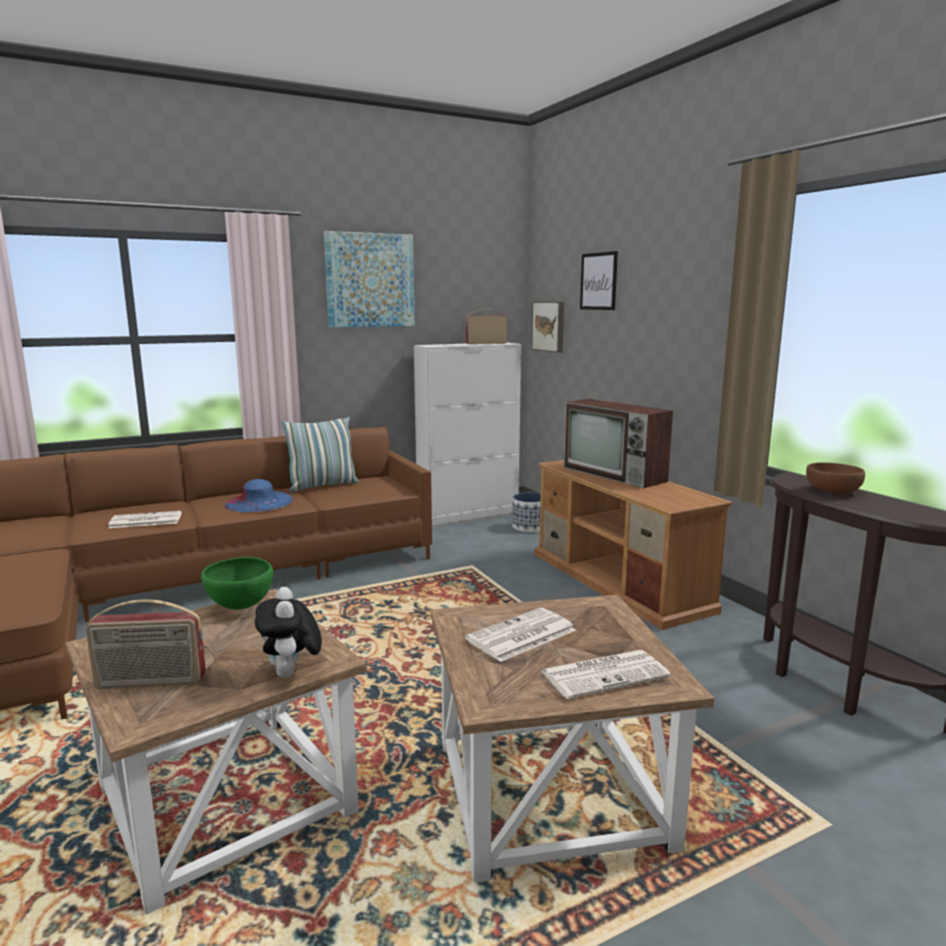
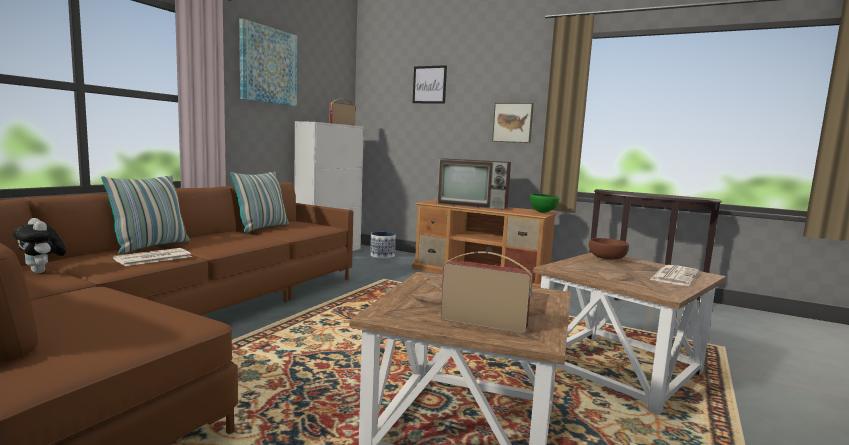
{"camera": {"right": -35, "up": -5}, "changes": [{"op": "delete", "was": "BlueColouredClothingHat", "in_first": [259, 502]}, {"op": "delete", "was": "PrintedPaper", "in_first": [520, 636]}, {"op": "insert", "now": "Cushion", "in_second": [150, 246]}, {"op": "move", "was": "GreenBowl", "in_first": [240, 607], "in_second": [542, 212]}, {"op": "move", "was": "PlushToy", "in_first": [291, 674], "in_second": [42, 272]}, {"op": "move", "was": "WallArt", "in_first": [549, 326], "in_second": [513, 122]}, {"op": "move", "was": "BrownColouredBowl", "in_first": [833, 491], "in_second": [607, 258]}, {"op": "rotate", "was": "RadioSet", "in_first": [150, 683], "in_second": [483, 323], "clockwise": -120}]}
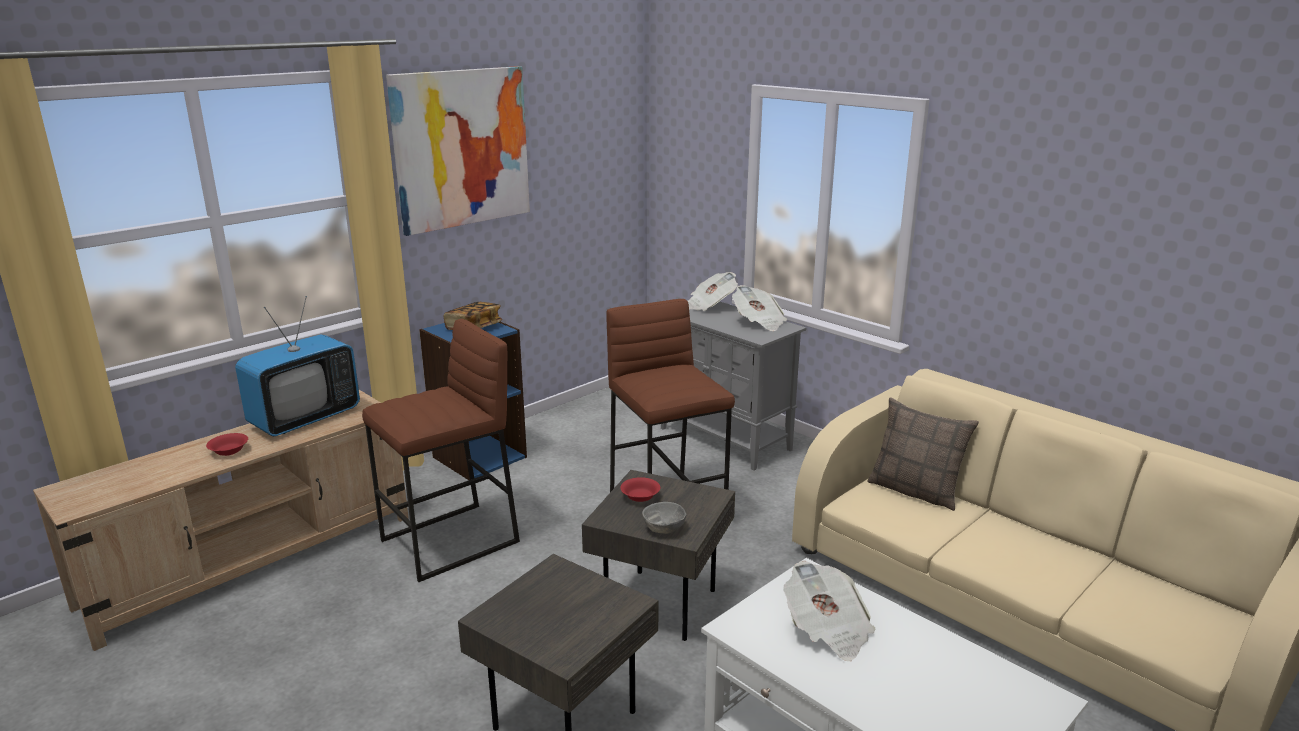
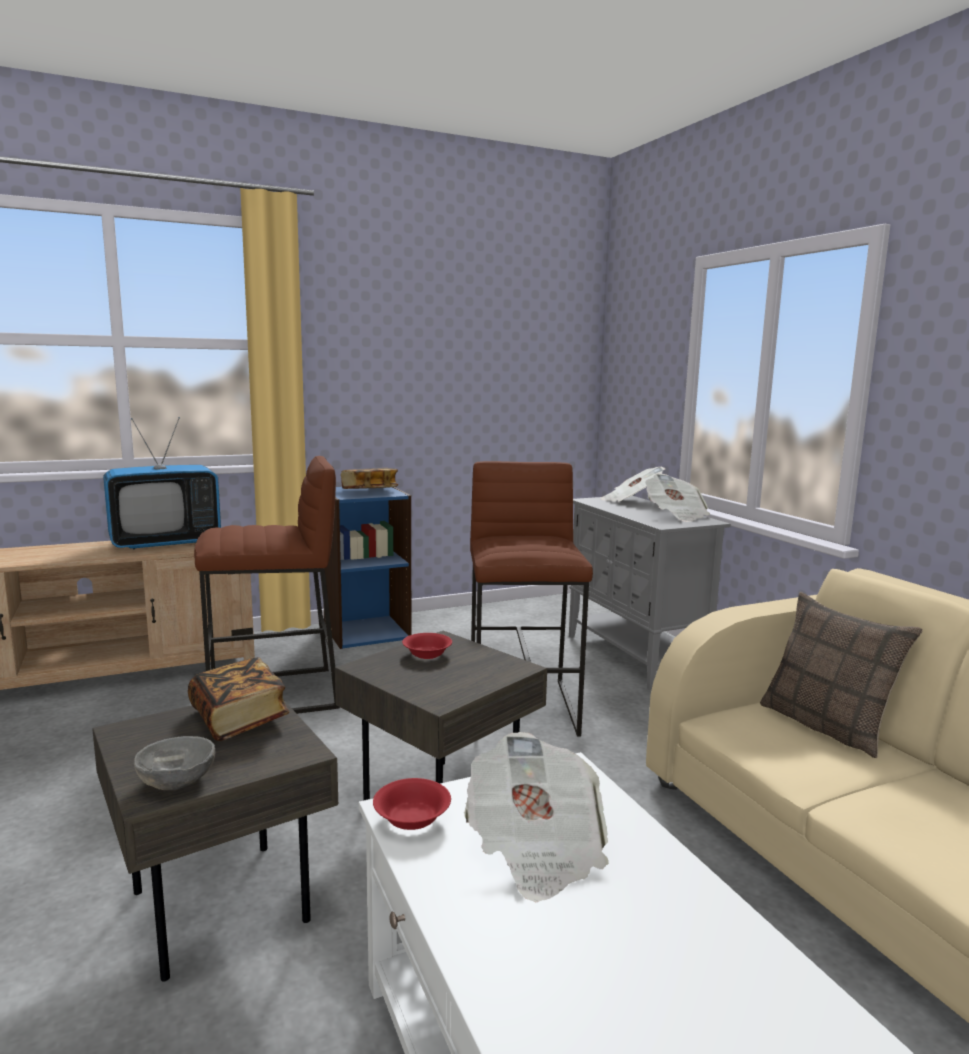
{"camera": {"right": 20, "up": -10}, "changes": [{"op": "delete", "was": "WallArt", "in_first": [462, 148]}, {"op": "insert", "now": "Volume", "in_second": [239, 718]}, {"op": "move", "was": "ReddishBowl", "in_first": [229, 451], "in_second": [413, 819]}, {"op": "move", "was": "GreyBowl", "in_first": [664, 528], "in_second": [177, 781]}]}
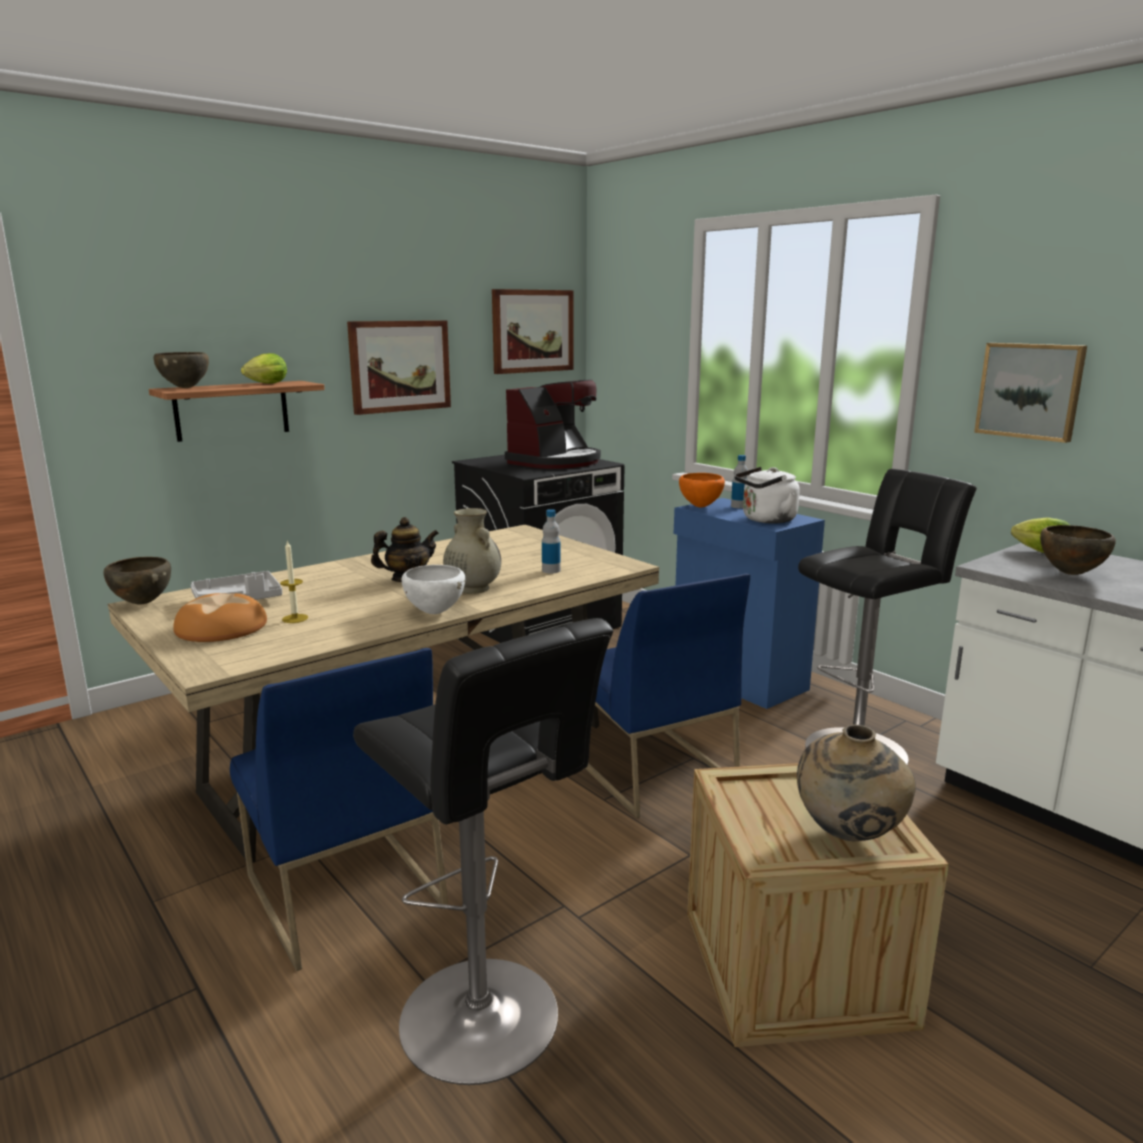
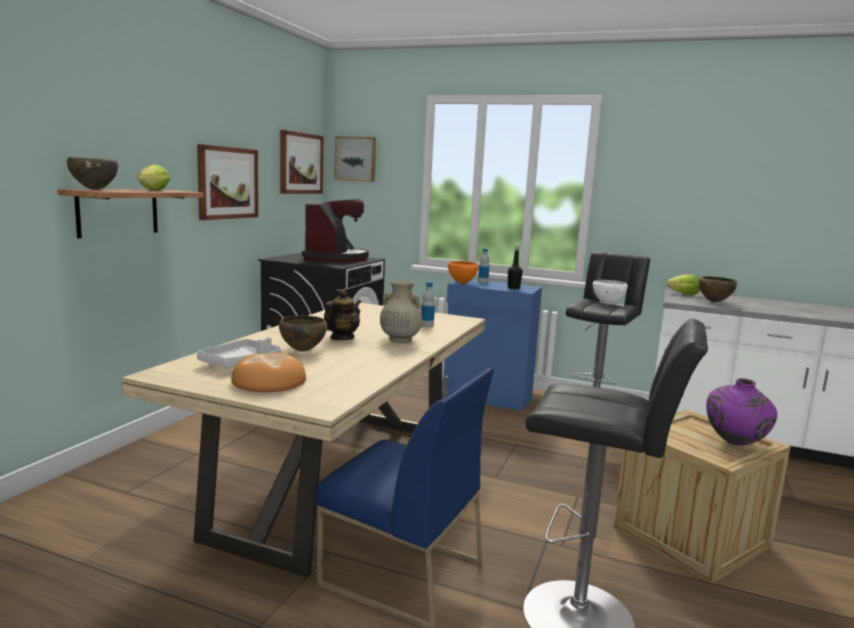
{"camera": {"right": -30, "up": -5}, "changes": [{"op": "delete", "was": "WaxCandle", "in_first": [295, 618]}, {"op": "delete", "was": "BlueColouredPlainChair", "in_first": [651, 770]}, {"op": "move", "was": "BrownColouredBowl", "in_first": [142, 603], "in_second": [302, 351]}, {"op": "move", "was": "WhiteBowl", "in_first": [434, 613], "in_second": [607, 304]}, {"op": "move", "was": "WallArt", "in_first": [1030, 391], "in_second": [356, 159]}, {"op": "replace", "was": "WhiteTeaKettle", "now": "BlackishBeverageBottle", "in_first": [766, 520], "in_second": [513, 288]}, {"op": "recolor", "was": "BeigeVase", "now": "PurpleVase", "in_first": [849, 836], "in_second": [735, 444]}]}
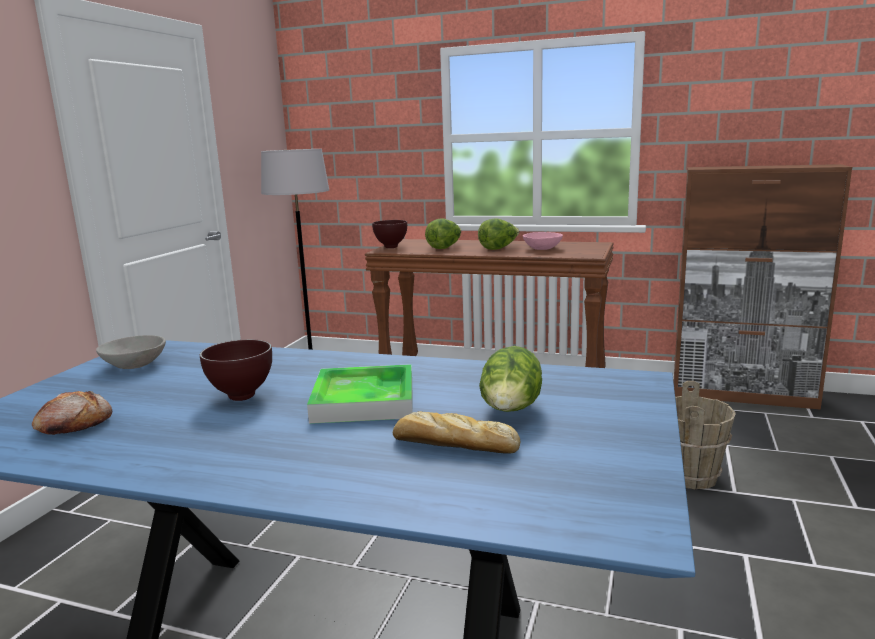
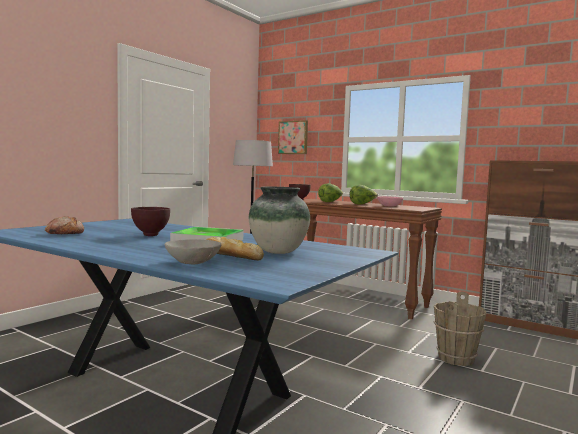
{"camera": {"right": 15, "up": -10}, "changes": [{"op": "insert", "now": "WallArt", "in_second": [293, 137]}, {"op": "move", "was": "GreyBowl", "in_first": [134, 365], "in_second": [192, 262]}, {"op": "replace", "was": "HeadOfLettuce", "now": "Vase", "in_first": [511, 412], "in_second": [279, 252]}]}
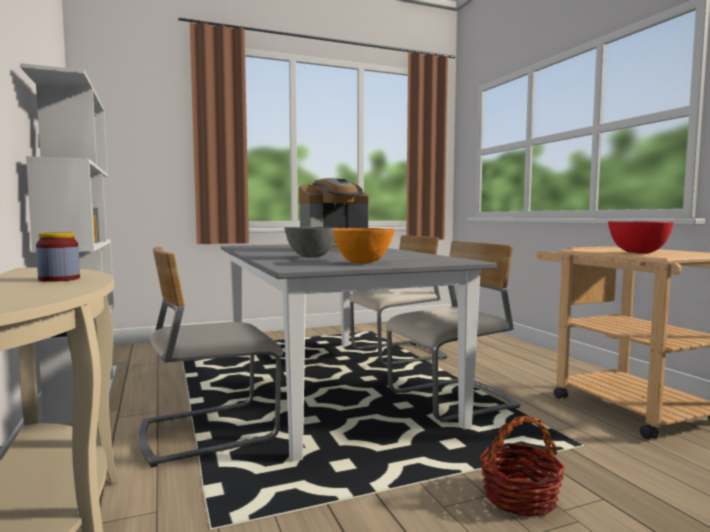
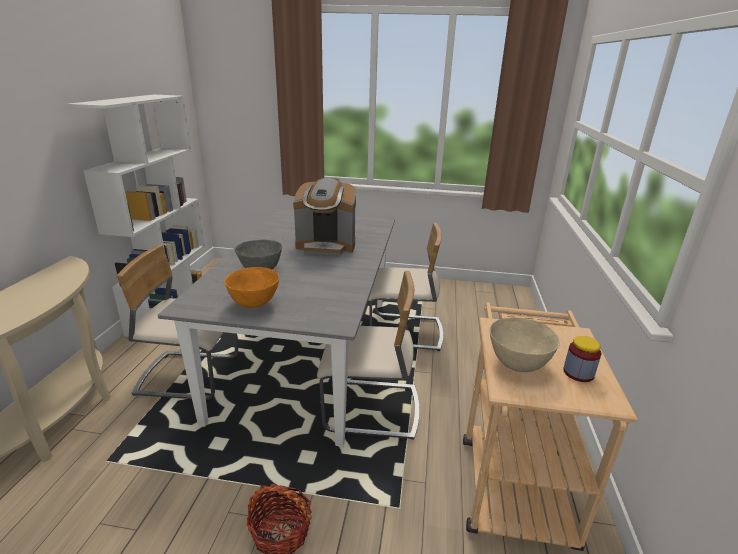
{"camera": {"right": 30, "up": 20}, "changes": [{"op": "move", "was": "Jar", "in_first": [59, 279], "in_second": [578, 373]}, {"op": "recolor", "was": "ReddishBowl", "now": "BeigeBowl", "in_first": [639, 253], "in_second": [518, 364]}]}
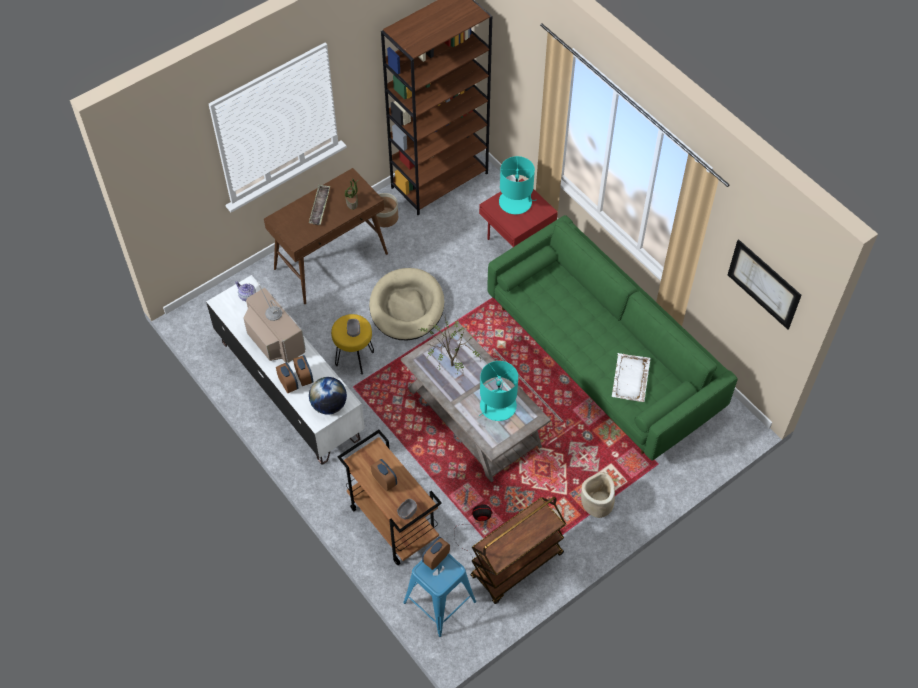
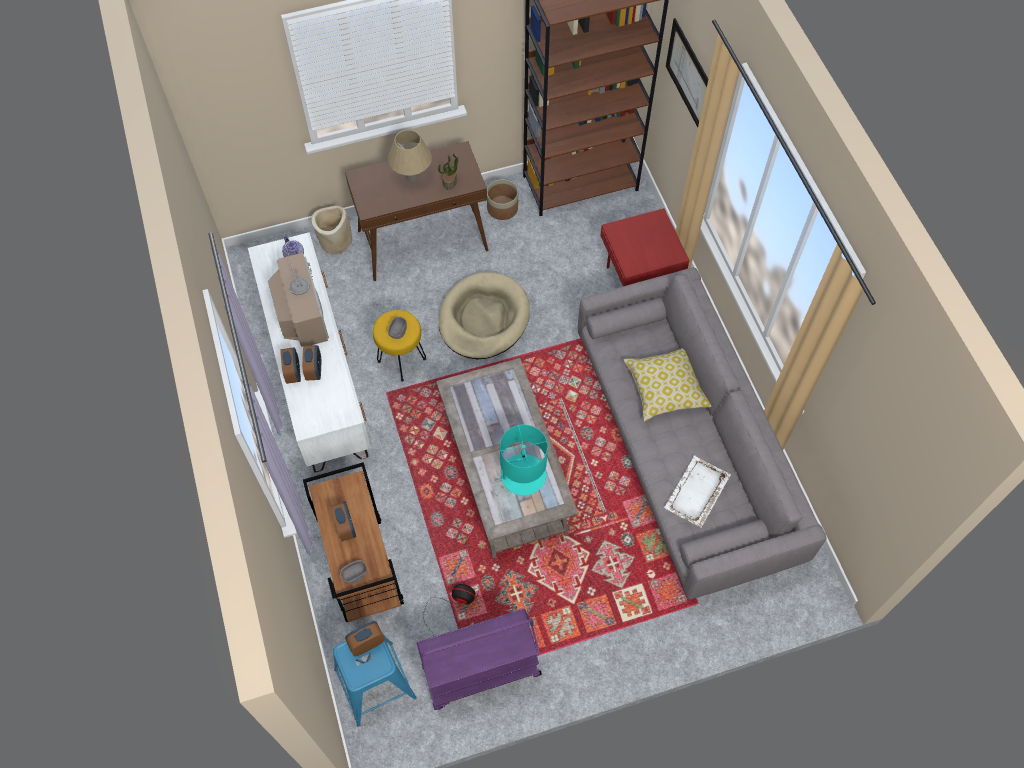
{"camera": {"right": 20, "up": 5}, "changes": [{"op": "delete", "was": "WorldGlobe", "in_first": [329, 405]}, {"op": "delete", "was": "Houseplant", "in_first": [450, 367]}, {"op": "delete", "was": "TurquoiseColouredLampForATable", "in_first": [516, 202]}, {"op": "insert", "now": "Cushion", "in_second": [666, 389]}, {"op": "move", "was": "BeigeFlowerPot", "in_first": [597, 503], "in_second": [335, 241]}, {"op": "move", "was": "WallArt", "in_first": [763, 284], "in_second": [689, 76]}, {"op": "replace", "was": "ServingTray", "now": "BeigeLampForATable", "in_first": [320, 207], "in_second": [412, 176]}, {"op": "recolor", "was": "BrownColouredWheeledCart", "now": "PurpleWheeledCart", "in_first": [517, 566], "in_second": [480, 672]}, {"op": "recolor", "was": "GreenSettee", "now": "GreySettee", "in_first": [602, 356], "in_second": [683, 448]}]}
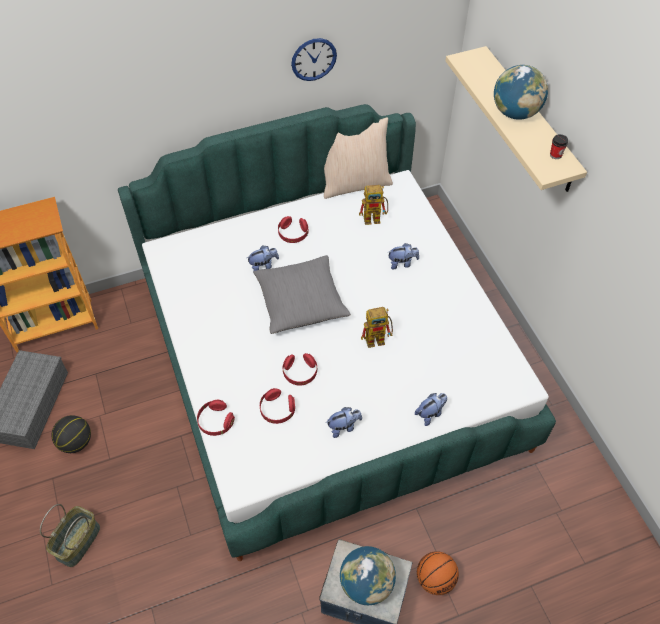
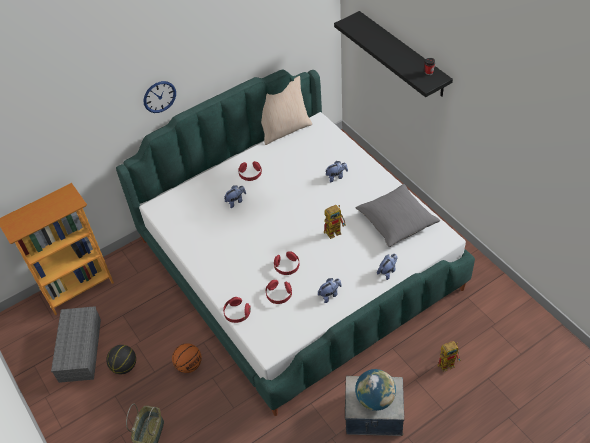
{"camera": {"right": -10, "up": -5}, "changes": [{"op": "delete", "was": "WorldGlobe", "in_first": [515, 113]}, {"op": "move", "was": "GreyCushion", "in_first": [301, 301], "in_second": [396, 221]}, {"op": "move", "was": "ClockOnTheWall", "in_first": [313, 59], "in_second": [159, 97]}, {"op": "move", "was": "RobotFigure", "in_first": [375, 218], "in_second": [449, 363]}, {"op": "move", "was": "BasketballBall", "in_first": [435, 579], "in_second": [189, 365]}, {"op": "recolor", "was": "BeigeBracketShelf", "now": "BlackishBracketShelf", "in_first": [529, 120], "in_second": [403, 54]}]}
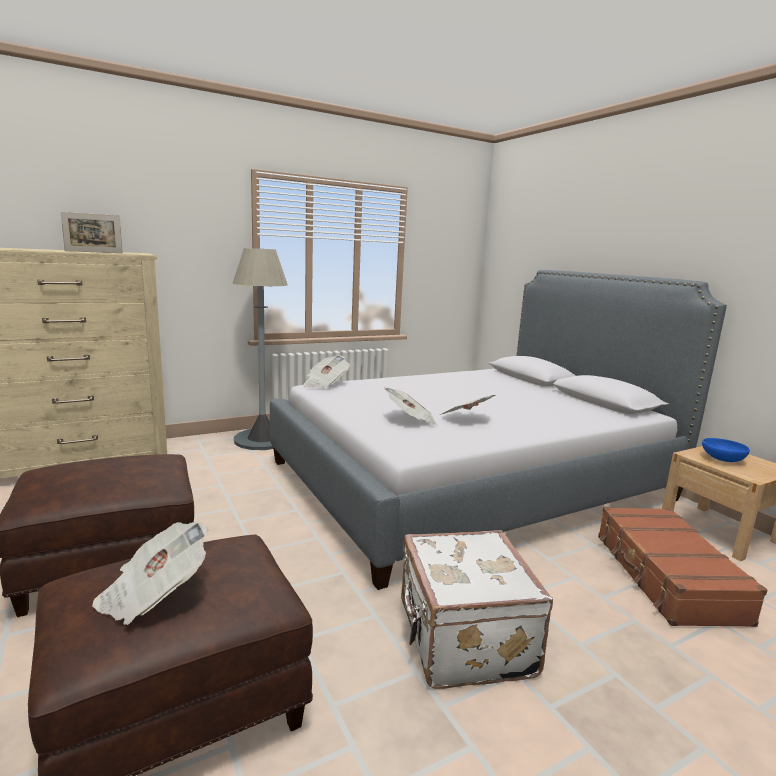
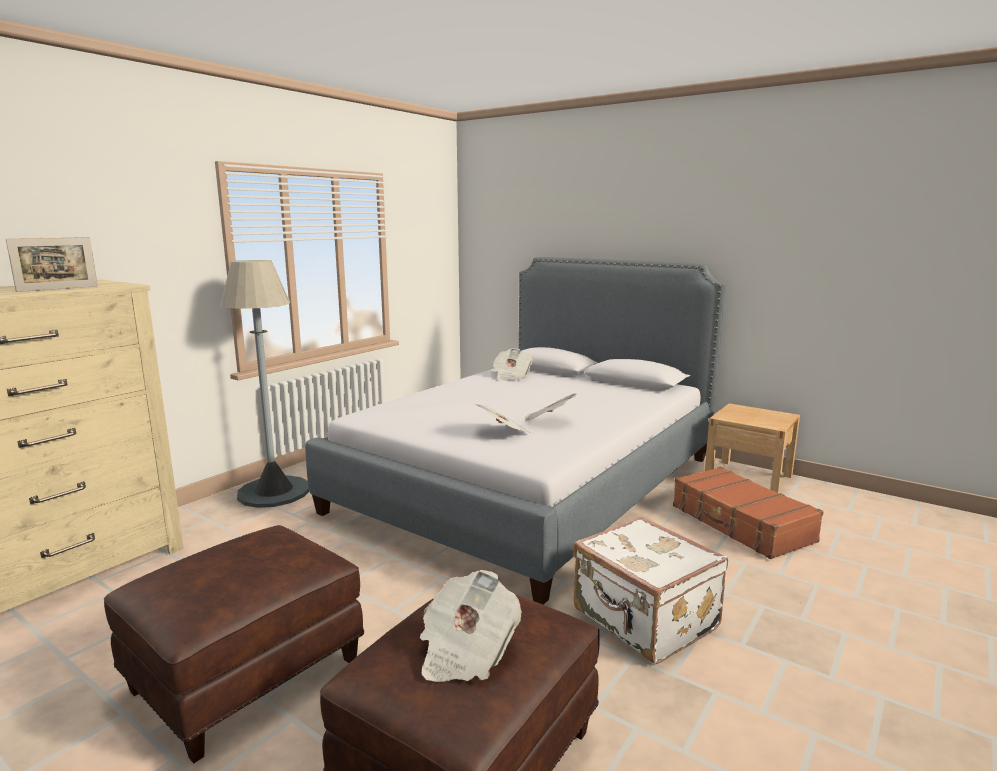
{"camera": {"right": -25, "up": 0}, "changes": [{"op": "delete", "was": "BlueColouredBowl", "in_first": [722, 460]}, {"op": "move", "was": "PrintedPaper", "in_first": [325, 384], "in_second": [511, 376]}]}
